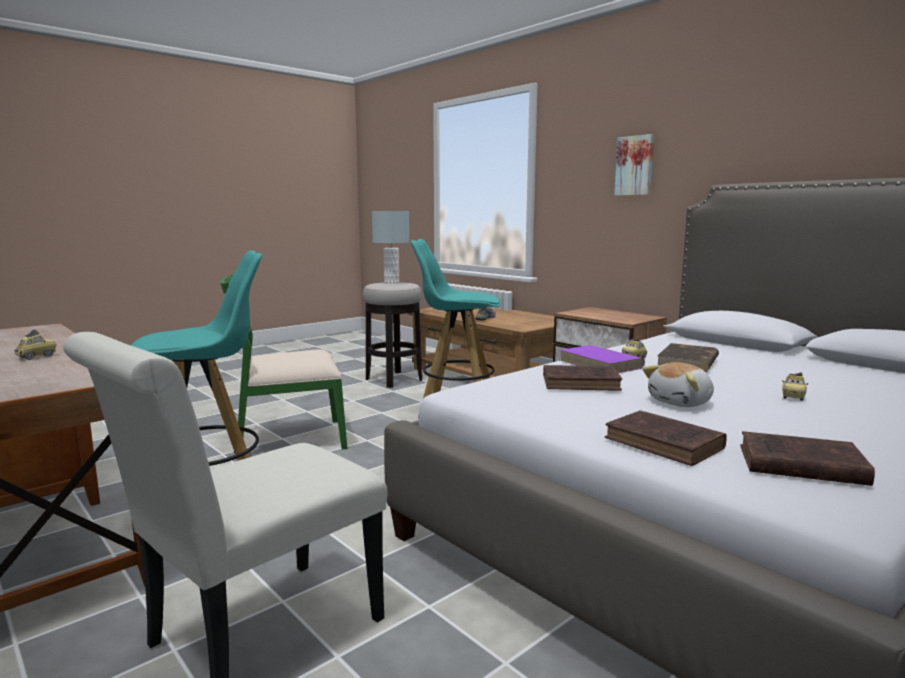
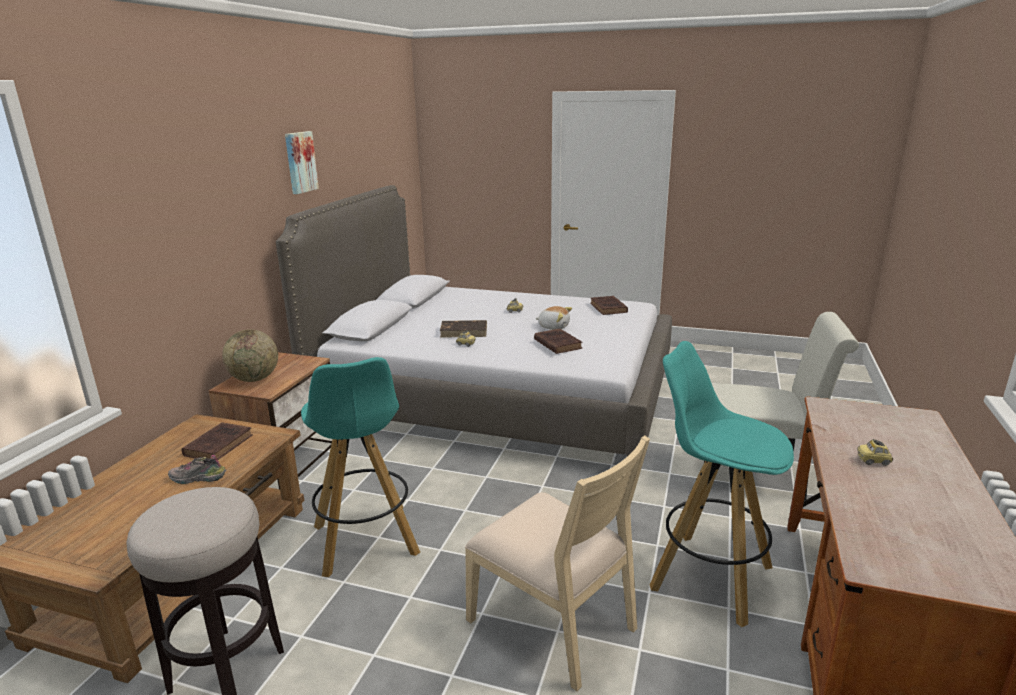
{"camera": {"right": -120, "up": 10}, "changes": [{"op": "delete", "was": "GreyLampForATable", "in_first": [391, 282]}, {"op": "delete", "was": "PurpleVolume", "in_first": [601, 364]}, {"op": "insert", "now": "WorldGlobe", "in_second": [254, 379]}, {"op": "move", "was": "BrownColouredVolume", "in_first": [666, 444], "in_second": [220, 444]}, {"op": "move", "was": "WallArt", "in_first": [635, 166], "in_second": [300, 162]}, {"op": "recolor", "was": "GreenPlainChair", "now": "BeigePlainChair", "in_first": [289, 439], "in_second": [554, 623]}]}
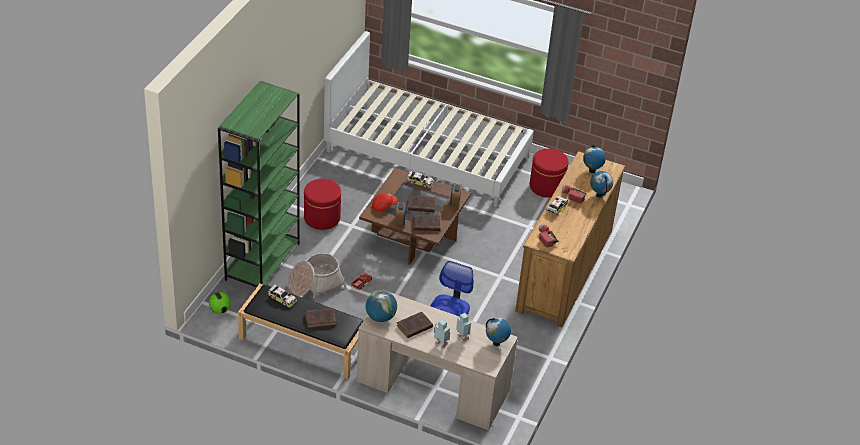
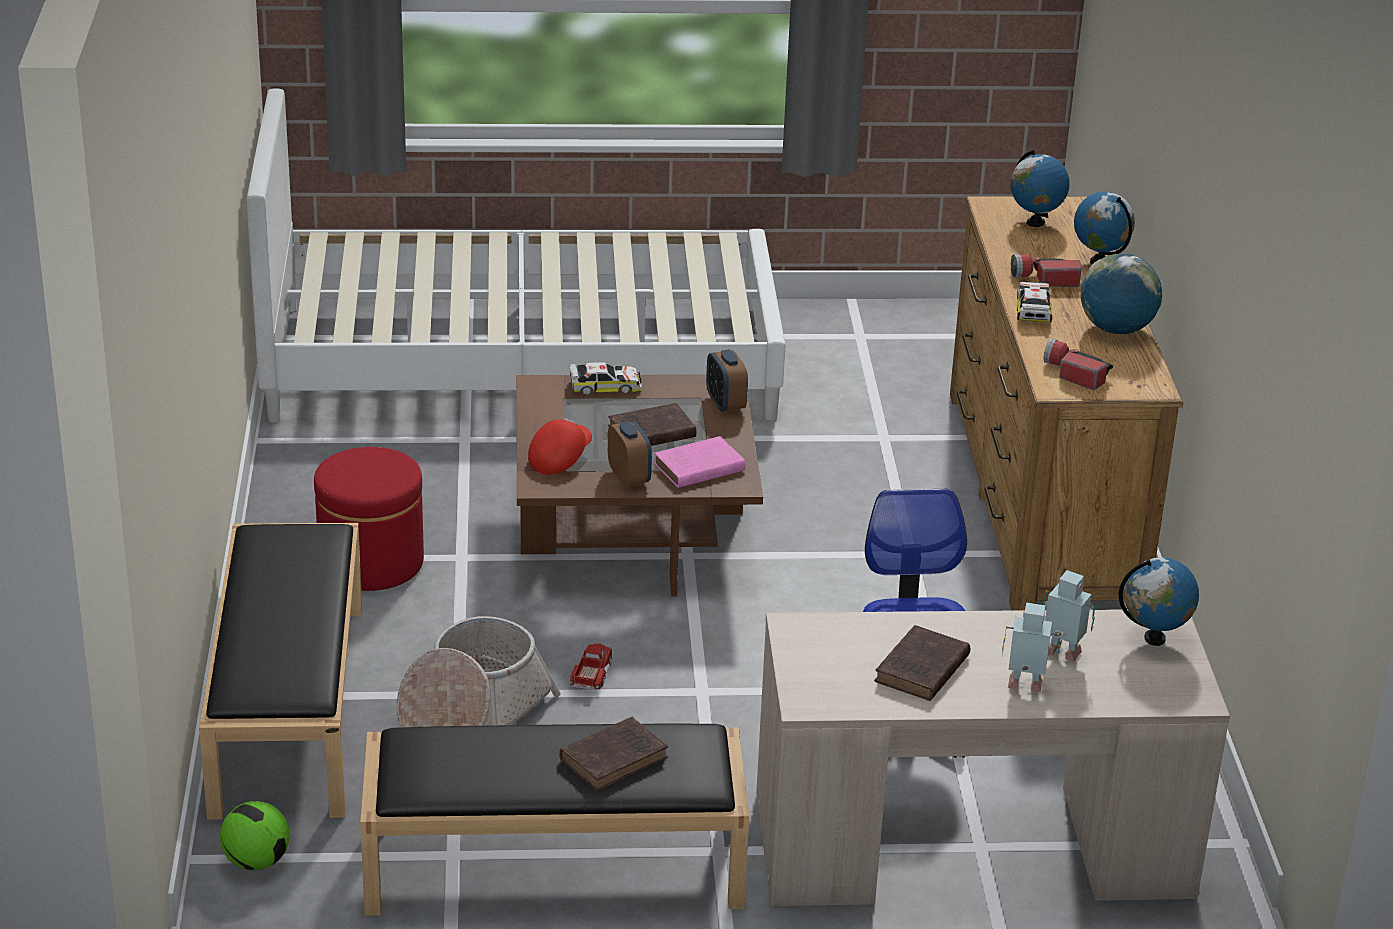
{"camera": {"right": -25, "up": -10}, "changes": [{"op": "delete", "was": "MiniatureCar", "in_first": [282, 298]}, {"op": "delete", "was": "ReddishFootrest", "in_first": [546, 186]}, {"op": "move", "was": "WorldGlobe", "in_first": [380, 317], "in_second": [1116, 329]}, {"op": "replace", "was": "GreenBookshelf", "now": "BlackishLongSeat", "in_first": [262, 261], "in_second": [287, 706]}, {"op": "recolor", "was": "BrownColouredVolume", "now": "PinkishVolume", "in_first": [425, 224], "in_second": [697, 468]}]}
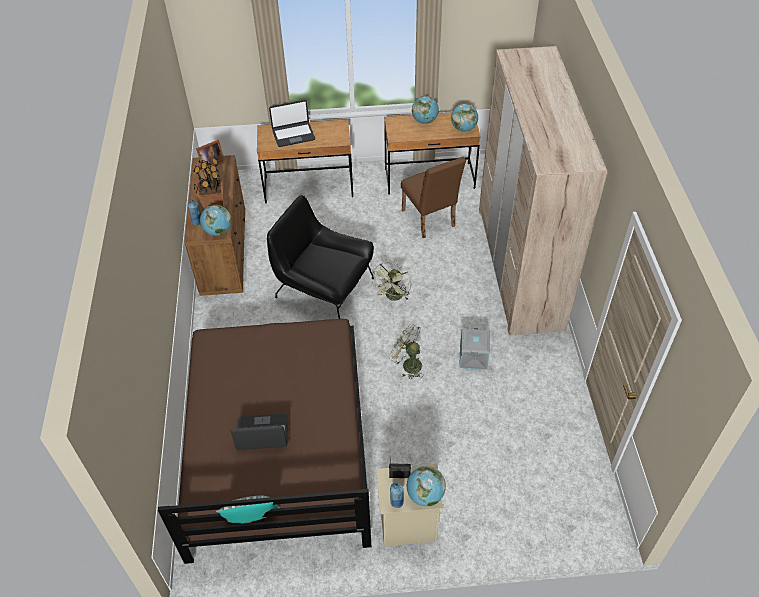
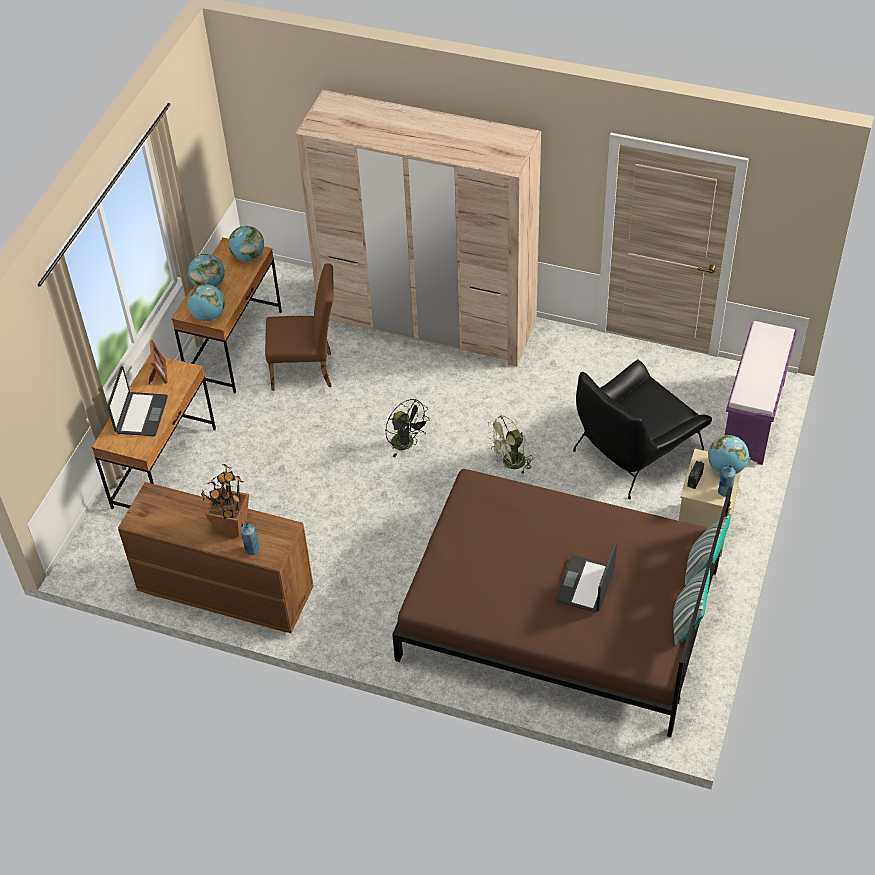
{"camera": {"right": -65, "up": 0}, "changes": [{"op": "delete", "was": "GreyStorageBox", "in_first": [474, 357]}, {"op": "insert", "now": "Cushion", "in_second": [703, 565]}, {"op": "insert", "now": "PurpleLongSeat", "in_second": [753, 419]}, {"op": "move", "was": "StandingFrame", "in_first": [211, 163], "in_second": [158, 374]}, {"op": "move", "was": "WorldGlobe", "in_first": [218, 231], "in_second": [208, 316]}, {"op": "move", "was": "BlackishArmchair", "in_first": [323, 288], "in_second": [636, 450]}, {"op": "recolor", "was": "GreenFan", "now": "BlackishFan", "in_first": [393, 297], "in_second": [407, 444]}]}
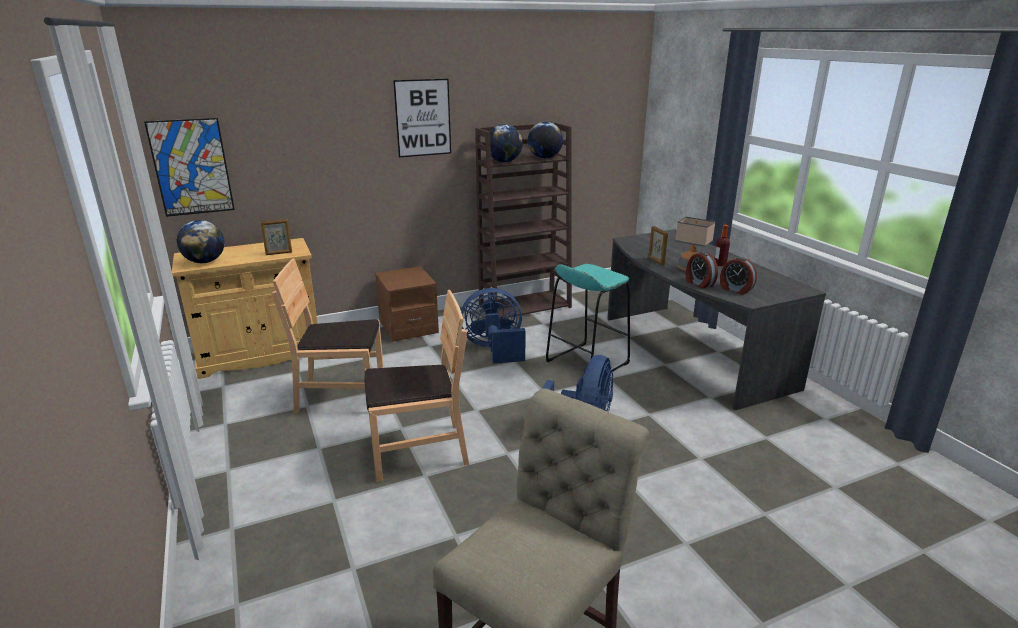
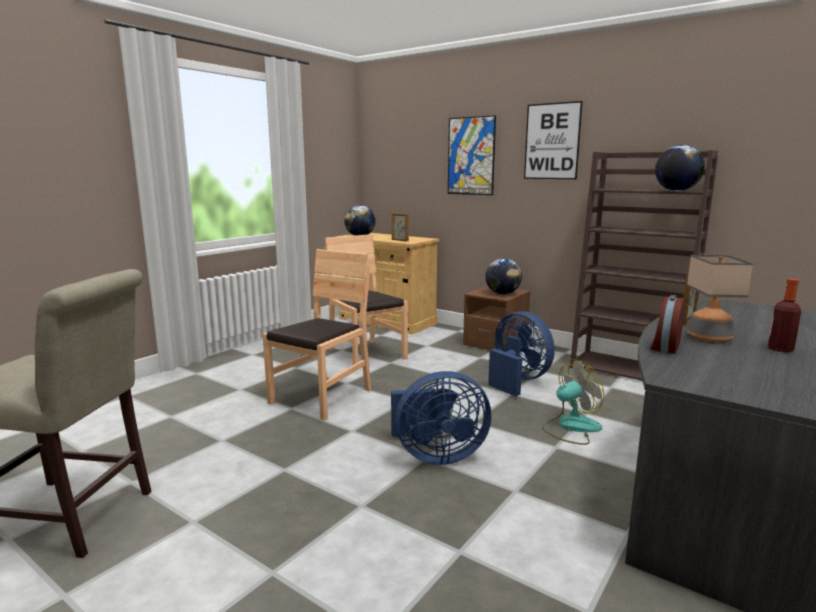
{"camera": {"right": 60, "up": -10}, "changes": [{"op": "delete", "was": "TableClock", "in_first": [735, 289]}, {"op": "move", "was": "WallArt", "in_first": [191, 167], "in_second": [471, 156]}, {"op": "move", "was": "WorldGlobe", "in_first": [504, 162], "in_second": [502, 293]}, {"op": "replace", "was": "TurquoiseColouredStoolSeat", "now": "Fan", "in_first": [587, 362], "in_second": [571, 427]}, {"op": "rotate", "was": "BrownColouredPlainChair", "in_first": [418, 450], "in_second": [322, 397], "clockwise": -105}]}
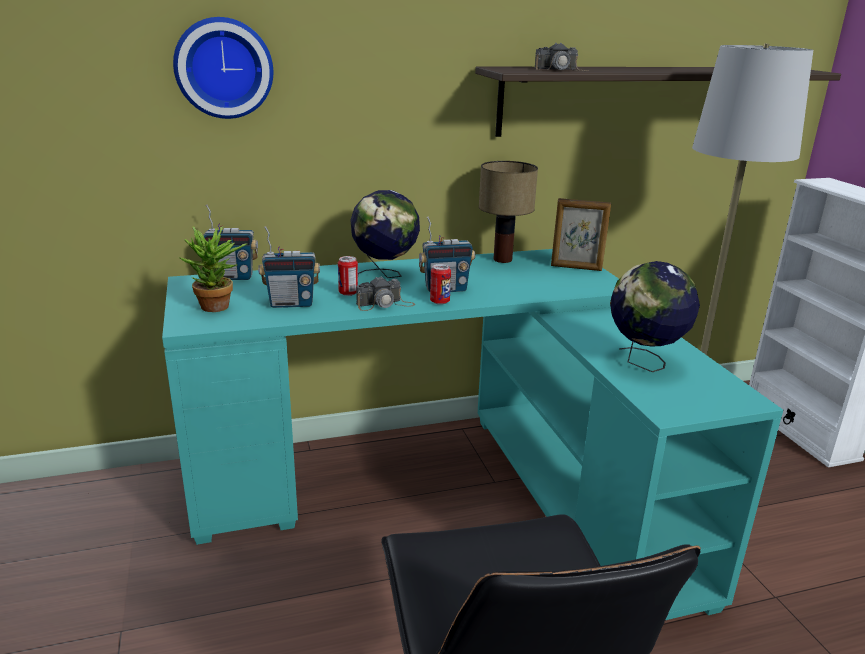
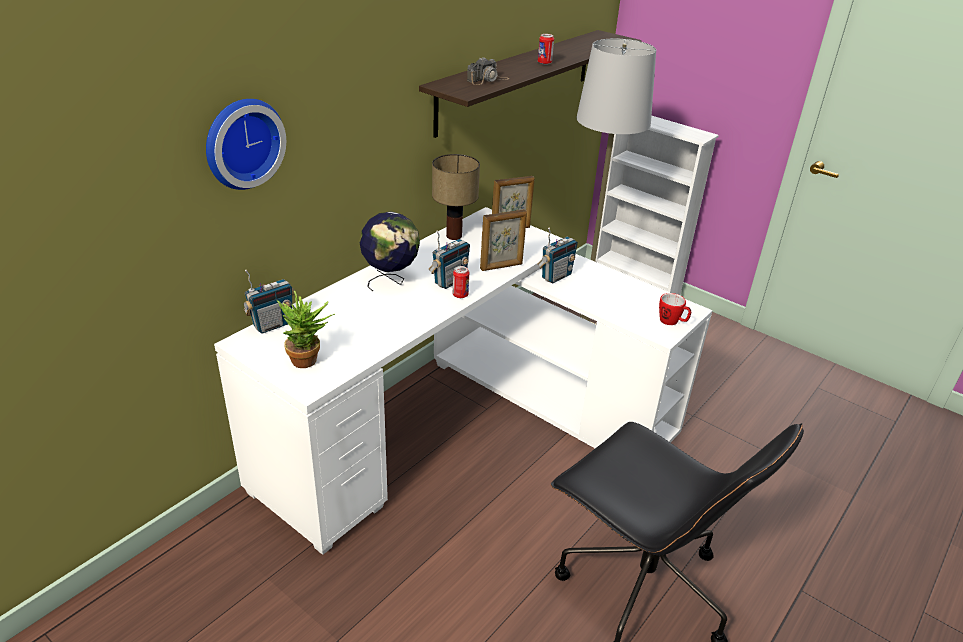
{"camera": {"right": -35, "up": 10}, "changes": [{"op": "delete", "was": "PhotoCamera", "in_first": [385, 304]}, {"op": "delete", "was": "WorldGlobe", "in_first": [644, 363]}, {"op": "insert", "now": "StandingFrame", "in_second": [501, 266]}, {"op": "insert", "now": "TeaMug", "in_second": [672, 322]}, {"op": "move", "was": "RadioSet", "in_first": [291, 303], "in_second": [556, 276]}, {"op": "move", "was": "MetalCan", "in_first": [348, 293], "in_second": [544, 63]}, {"op": "recolor", "was": "TurquoiseColouredDeskUnit", "now": "WhiteDeskUnit", "in_first": [453, 488], "in_second": [464, 425]}]}
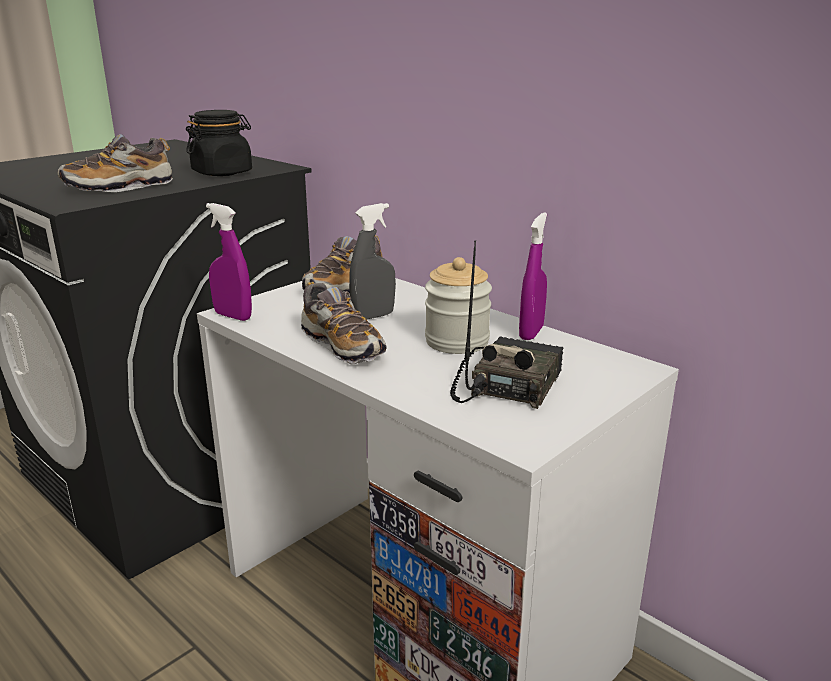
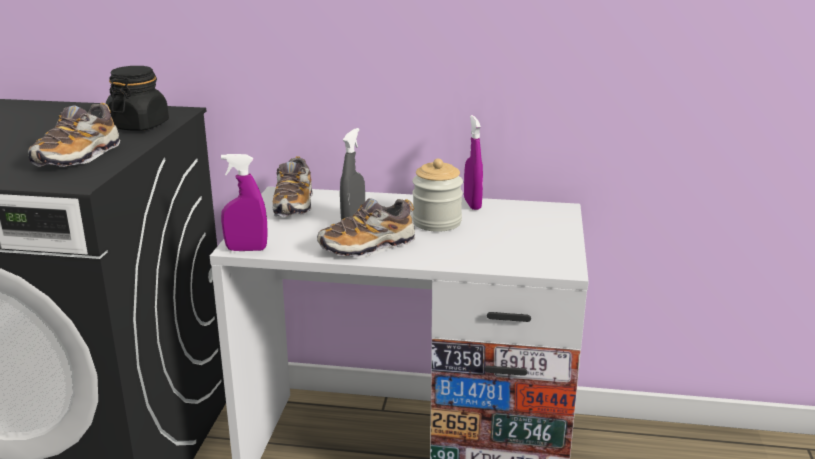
{"camera": {"right": -35, "up": 0}, "changes": [{"op": "delete", "was": "RadioSet", "in_first": [507, 385]}, {"op": "rotate", "was": "LowShoe", "in_first": [342, 346], "in_second": [367, 246], "clockwise": 135}]}
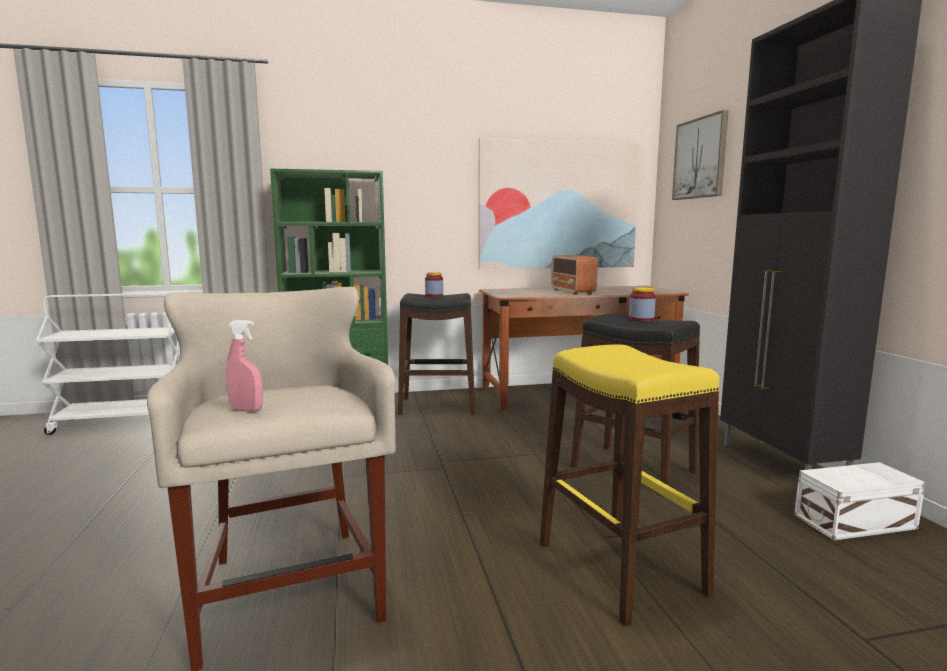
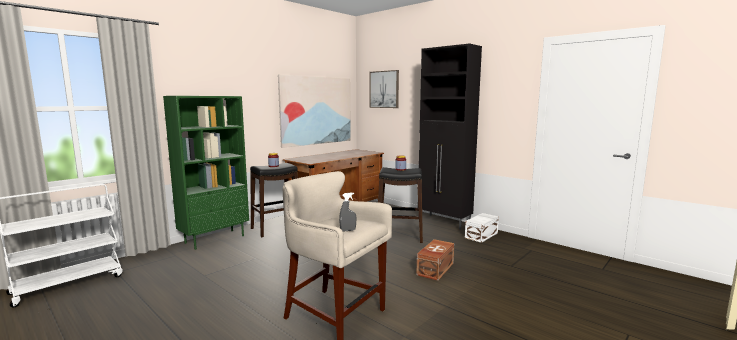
{"camera": {"right": -35, "up": 0}, "changes": [{"op": "delete", "was": "RadioSet", "in_first": [573, 292]}, {"op": "replace", "was": "YellowStoolSeat", "now": "BrownColouredStorageBox", "in_first": [619, 567], "in_second": [434, 269]}, {"op": "recolor", "was": "PinkishSprayer", "now": "GreySprayer", "in_first": [246, 409], "in_second": [348, 230]}]}
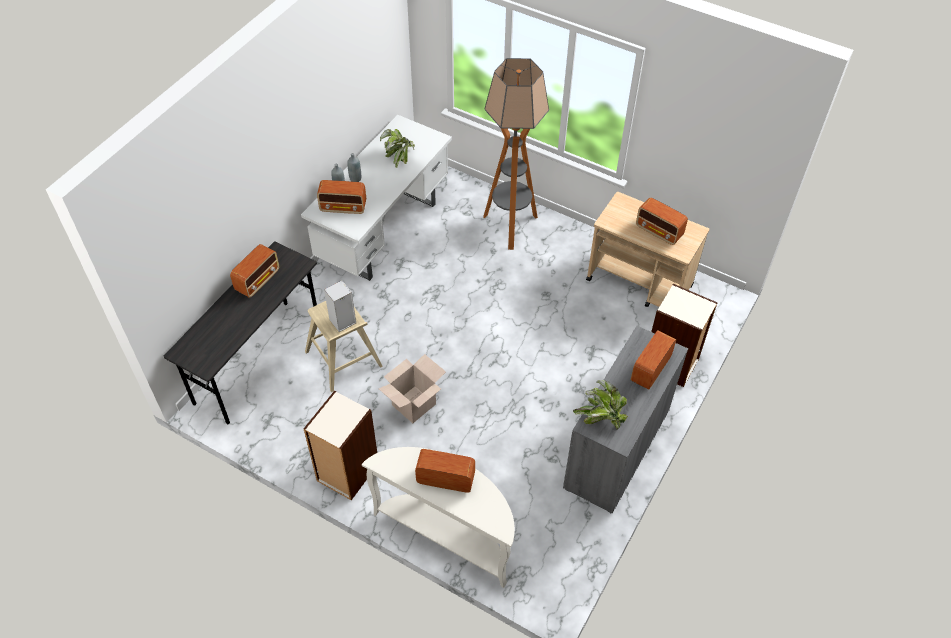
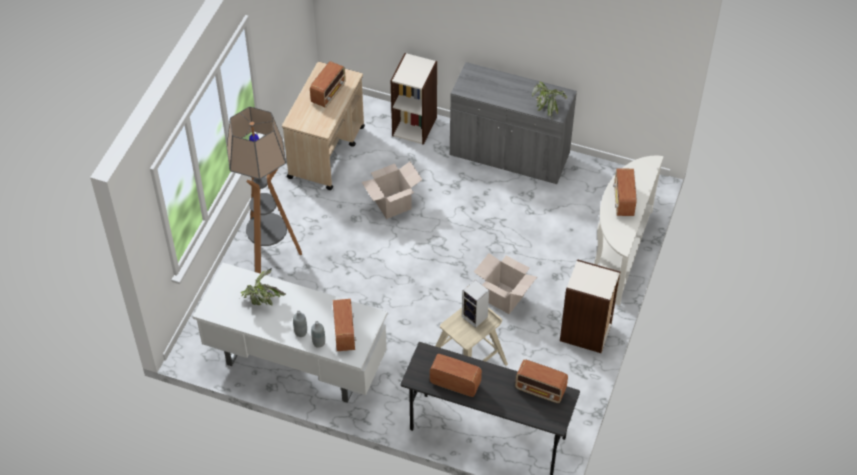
{"camera": {"right": -100, "up": 0}, "changes": [{"op": "insert", "now": "Carton", "in_second": [392, 205]}, {"op": "move", "was": "RadioSet", "in_first": [650, 370], "in_second": [541, 390]}]}
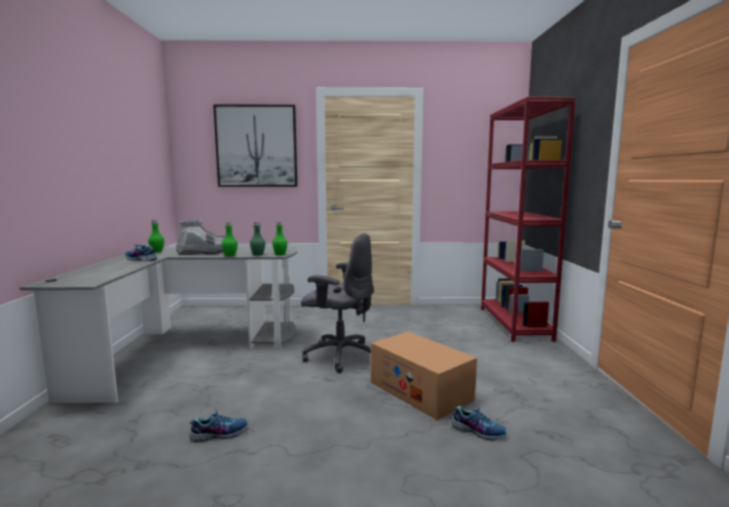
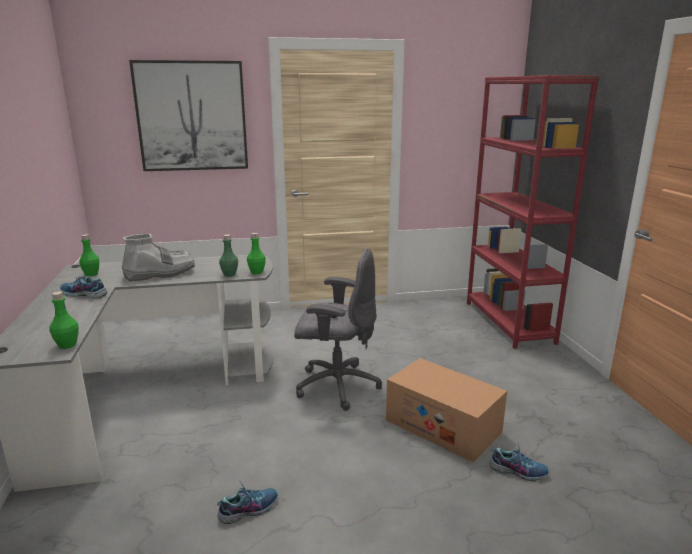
{"camera": {"right": -10, "up": 10}, "changes": [{"op": "move", "was": "GreenBeverageBottle", "in_first": [230, 255], "in_second": [67, 345]}]}
